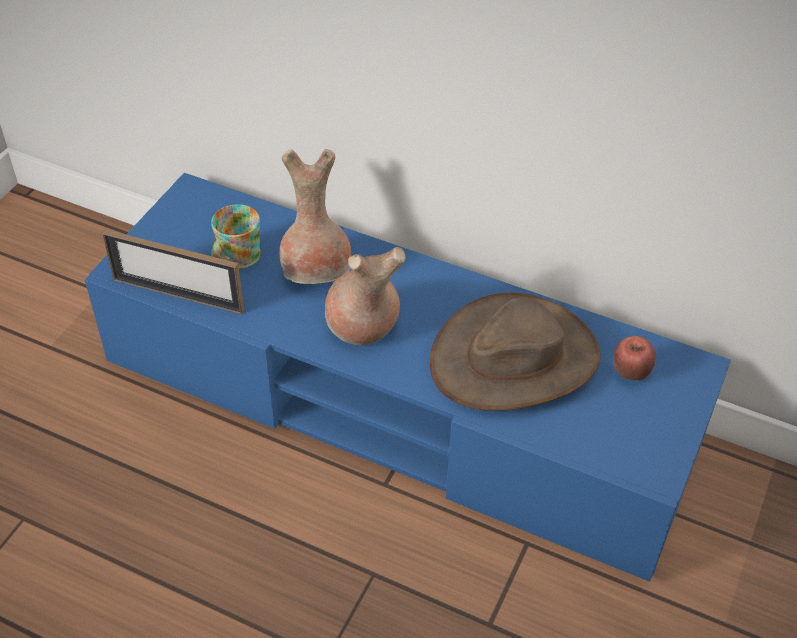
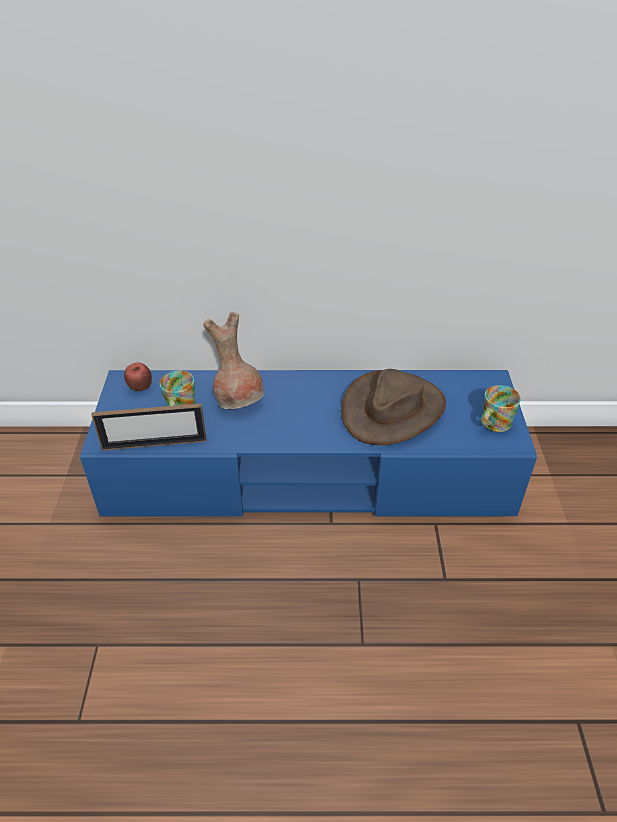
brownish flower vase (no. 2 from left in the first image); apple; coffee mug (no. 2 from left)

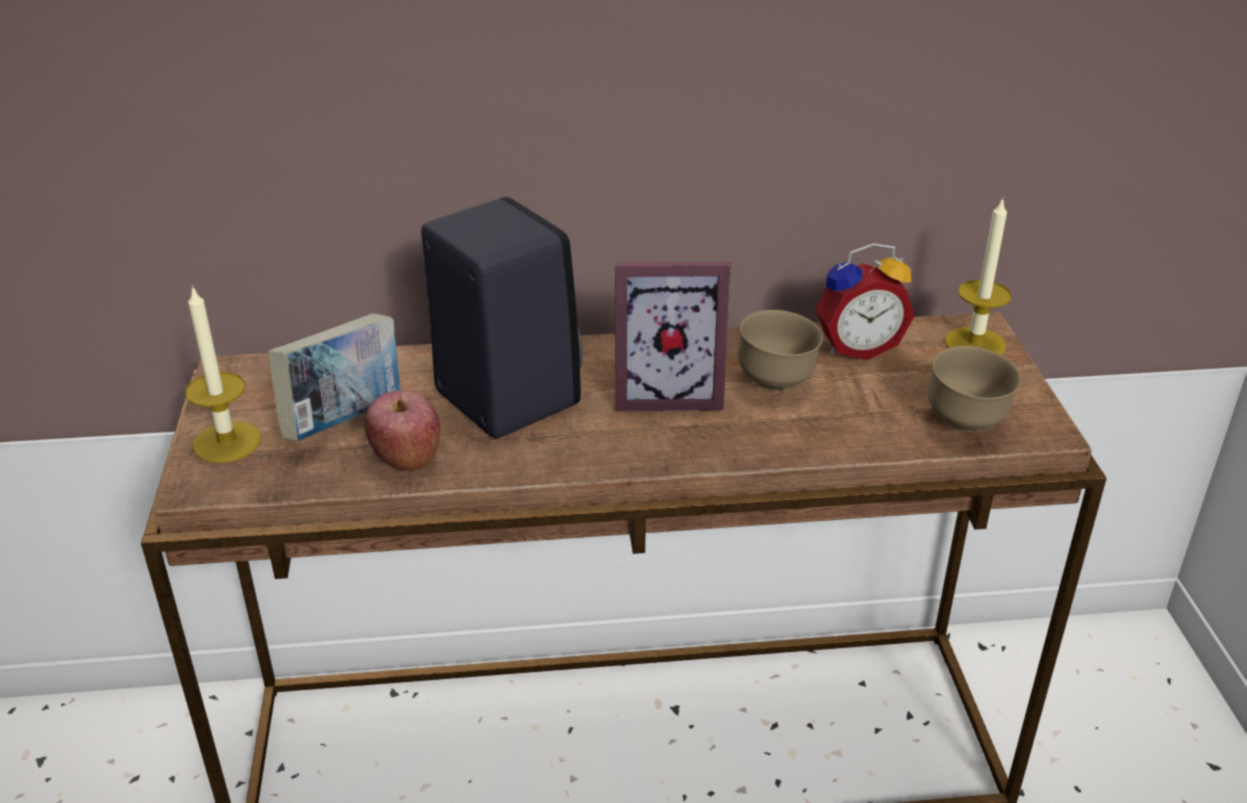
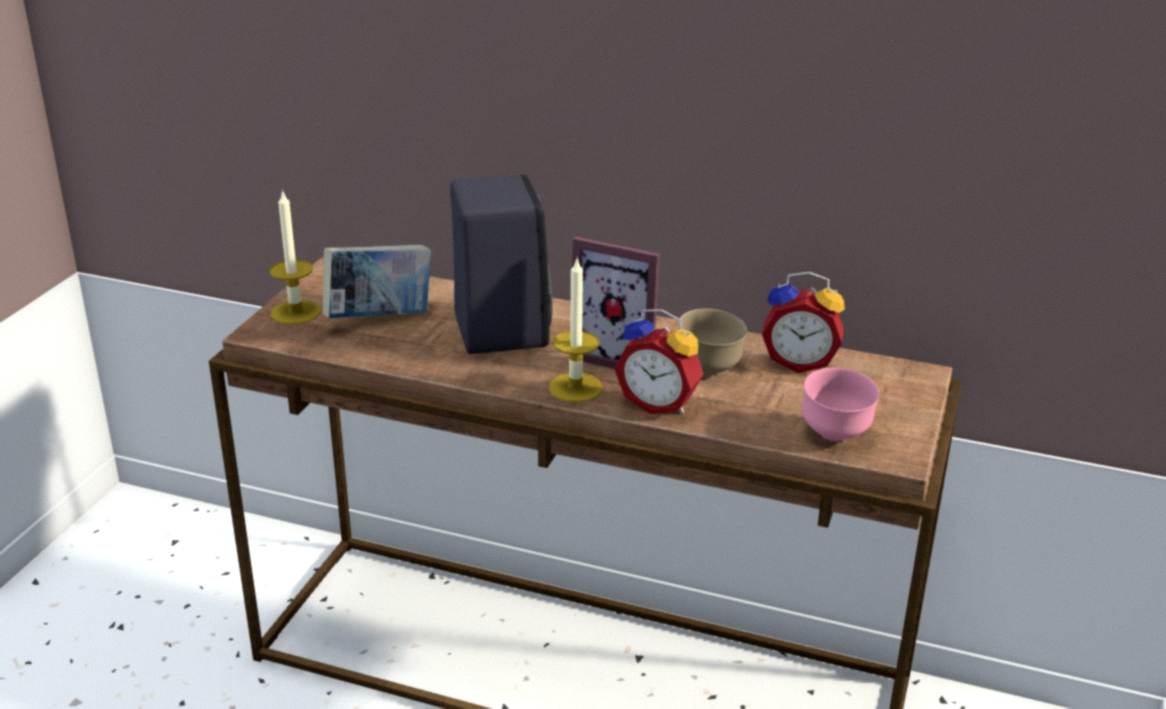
apple; pink-coloured deep dish; wax light (no. 2 from left); bedside clock (no. 1 from left)

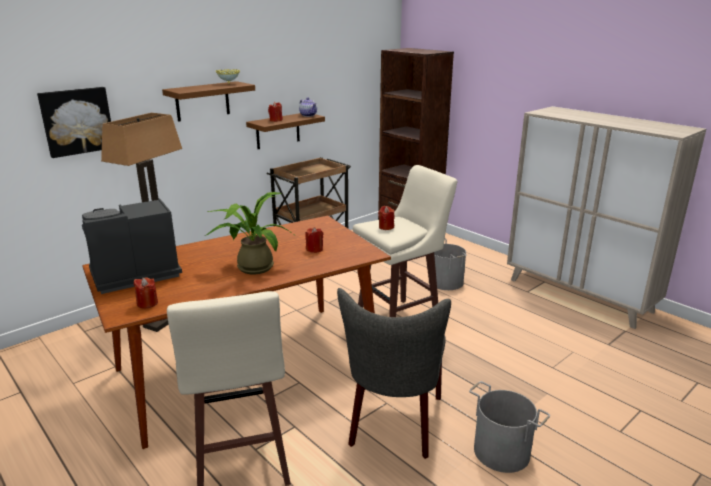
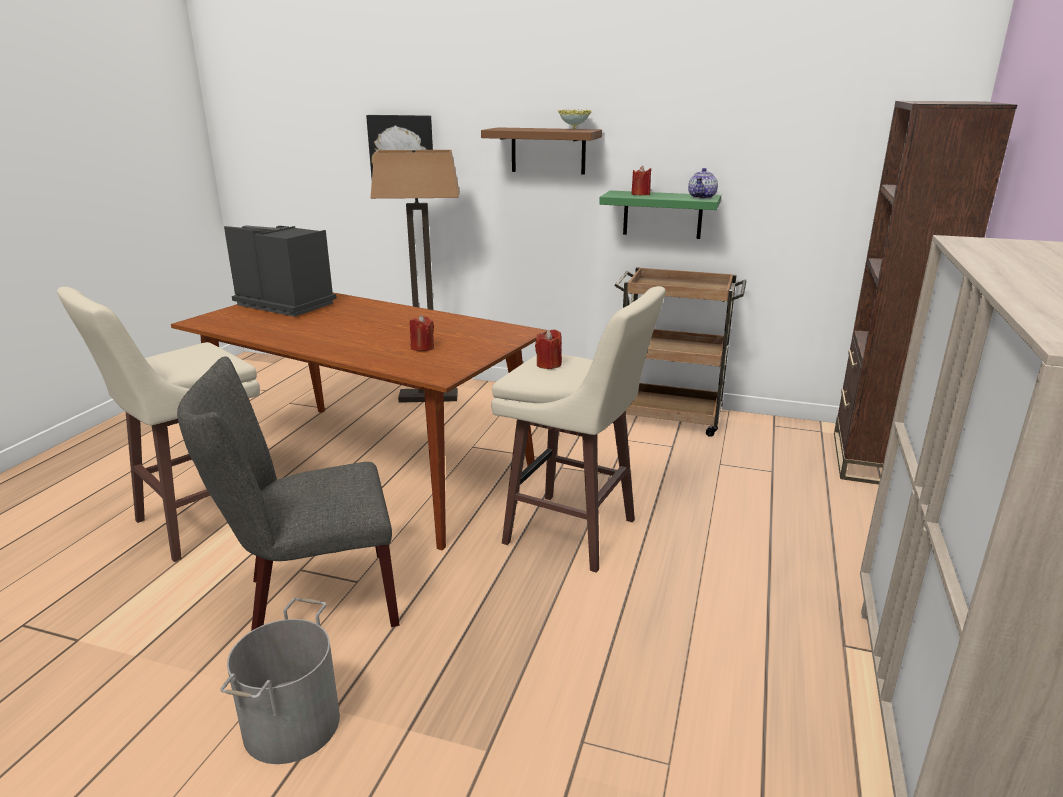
reddish wax light (no. 1 from left in the first image); plant in a pot; greenish shelf; gray bucket (no. 1 from left in the first image)

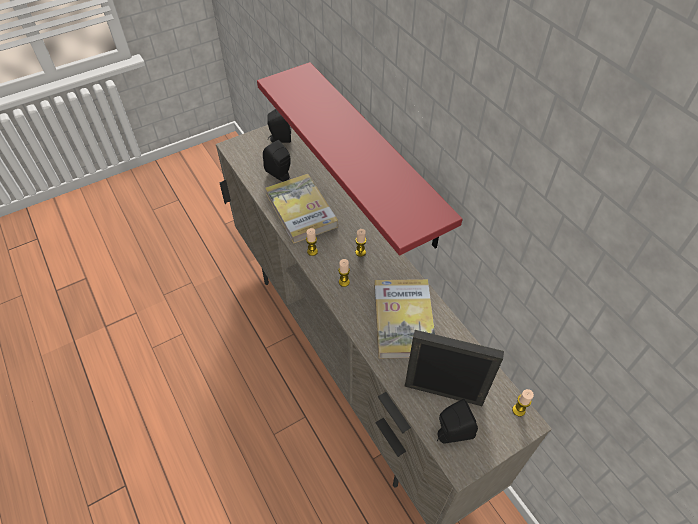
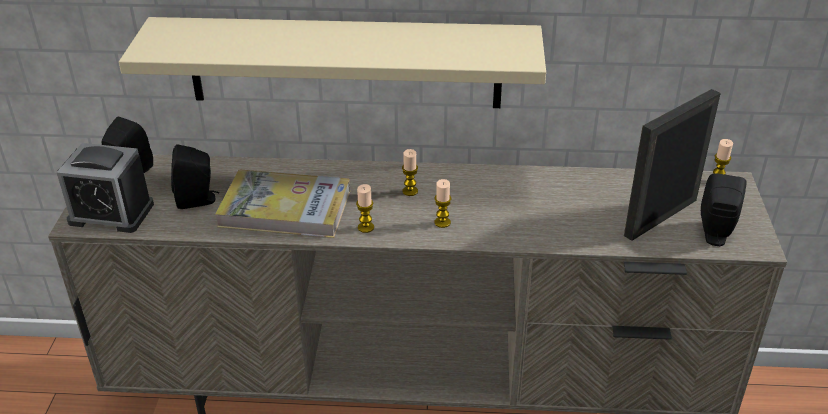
beige-coloured shelf; book (no. 2 from left in the first image); bedside clock

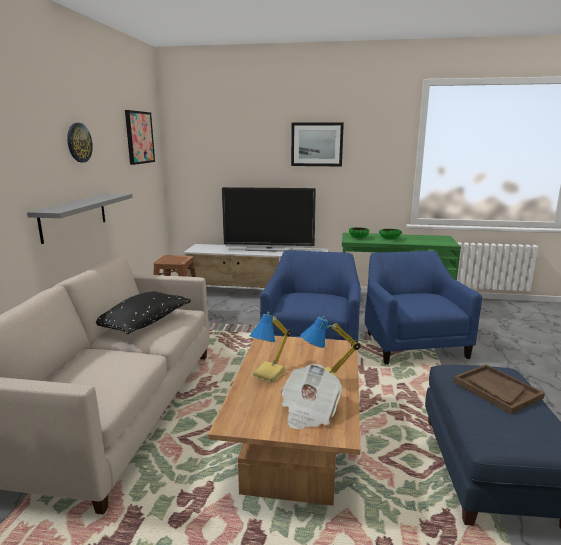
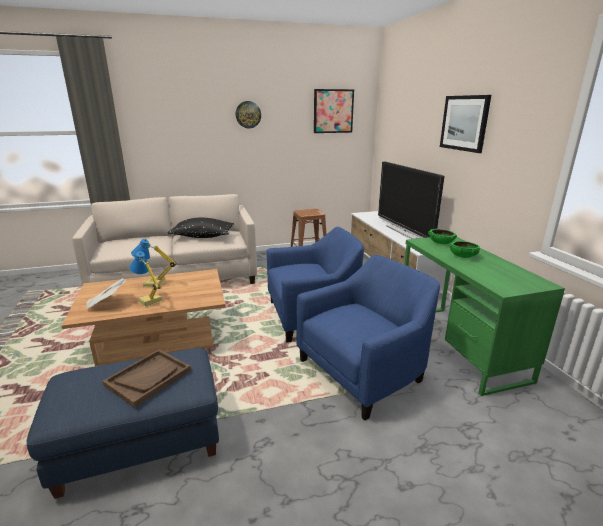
gray shelf

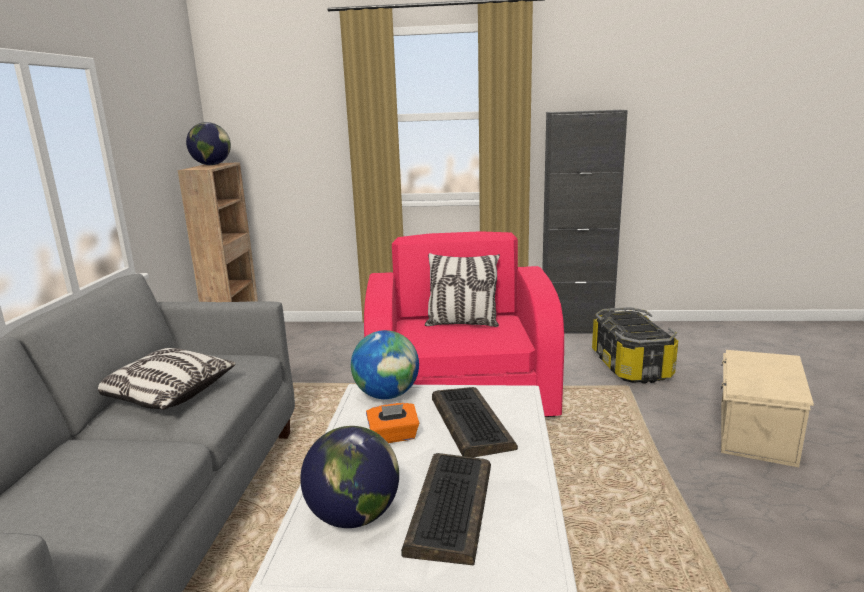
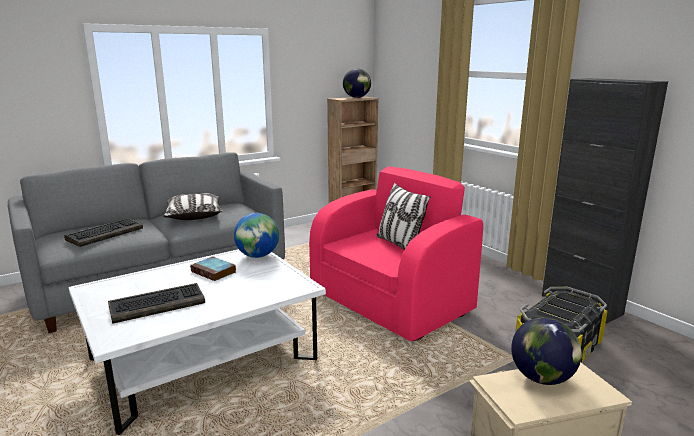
globe (no. 3 from left); book; computer keyboard (no. 1 from left)

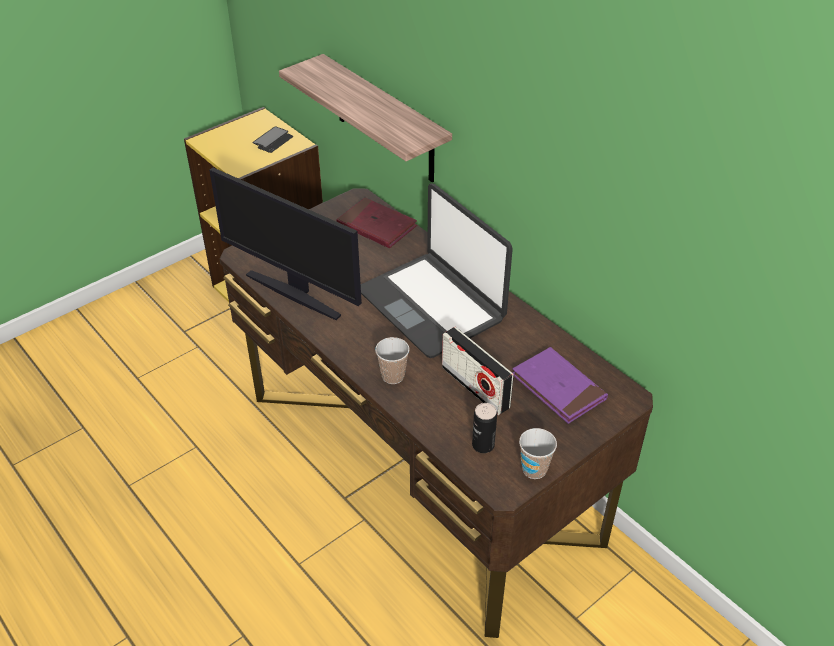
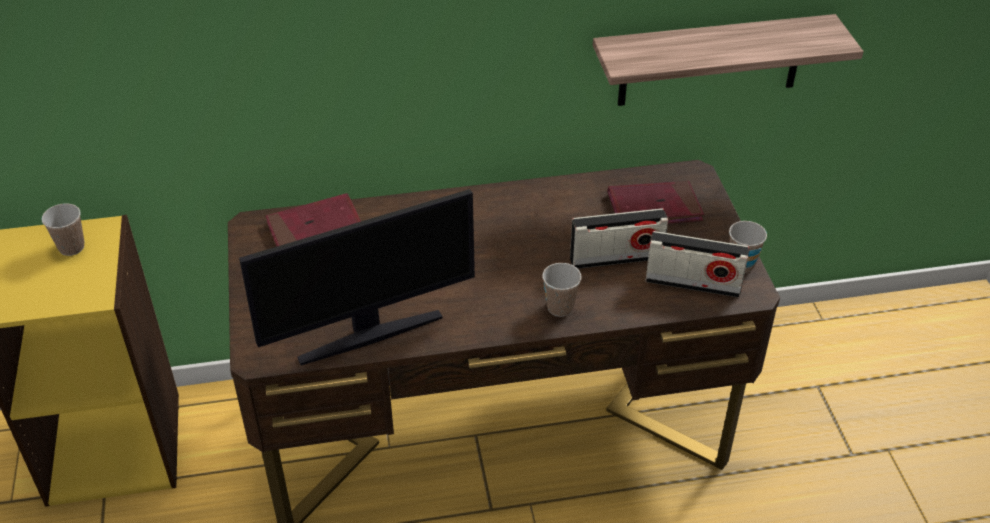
drinking cup (no. 1 from left); shelf; portable computer; radio (no. 2 from left); reddish book (no. 2 from left)

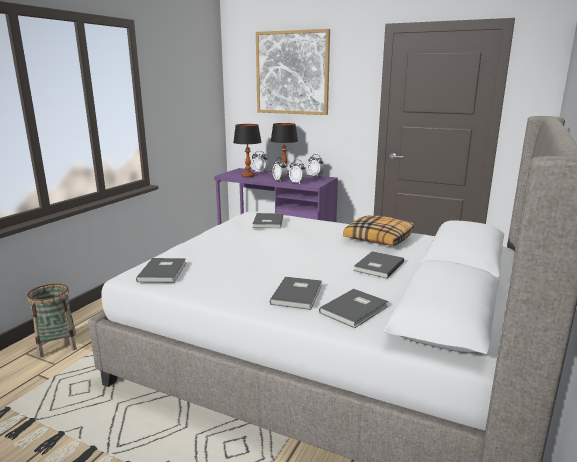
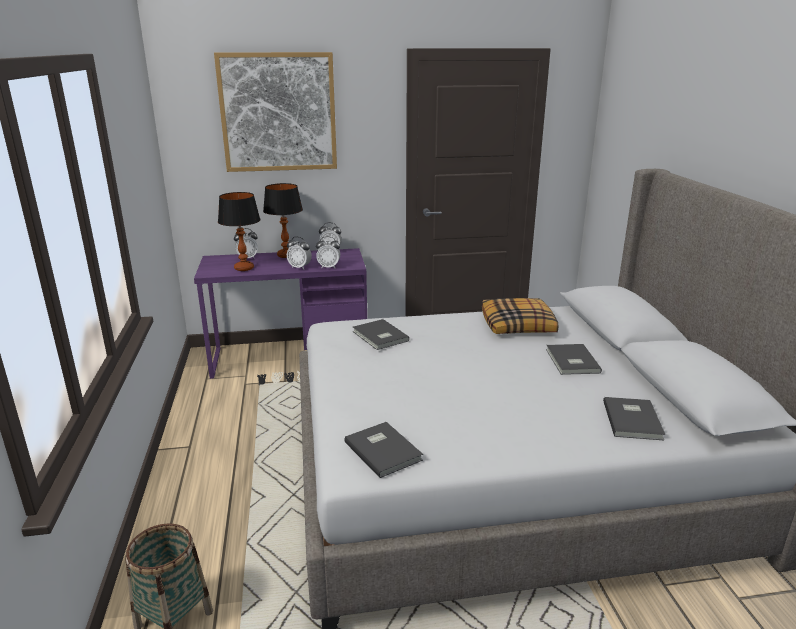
gray book (no. 3 from left in the first image)

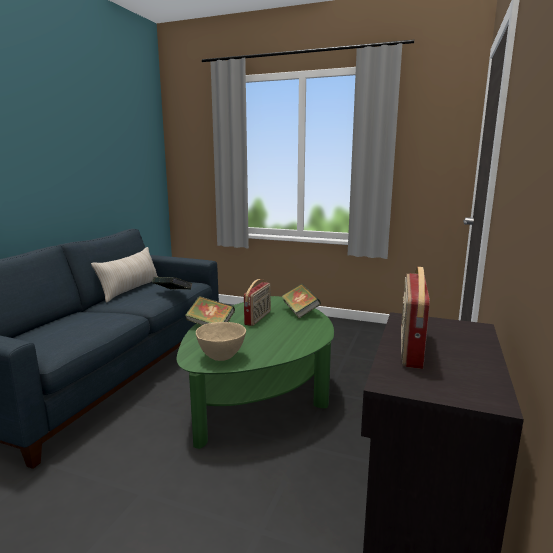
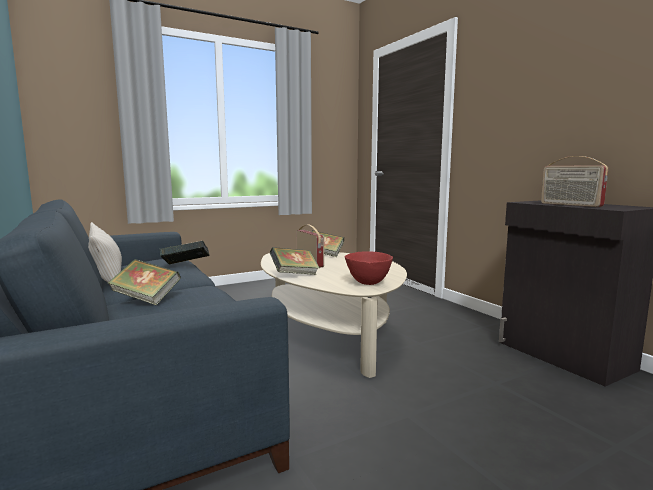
beige-coloured lounge table; reddish deep dish; book (no. 1 from left)

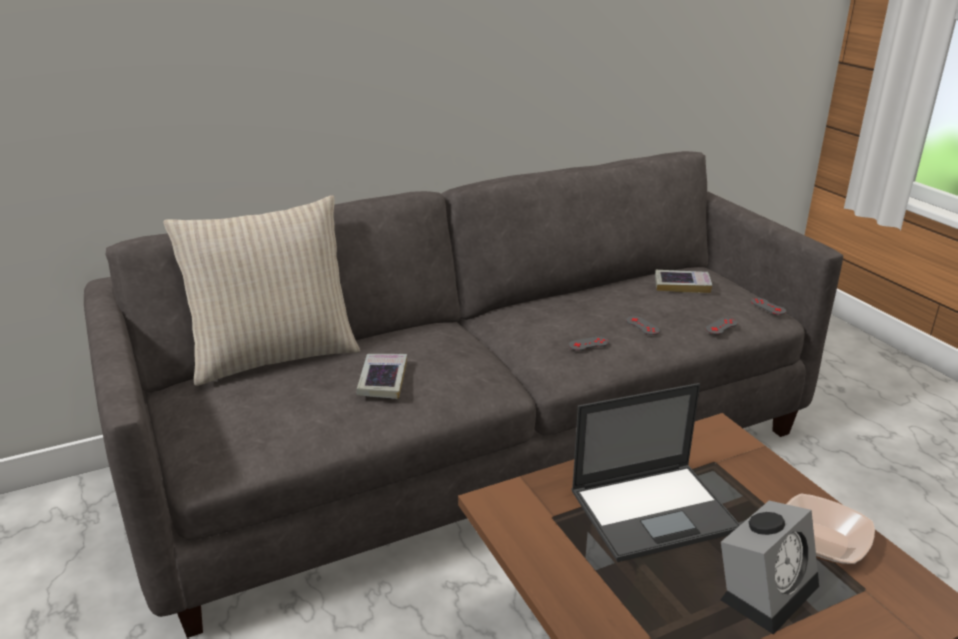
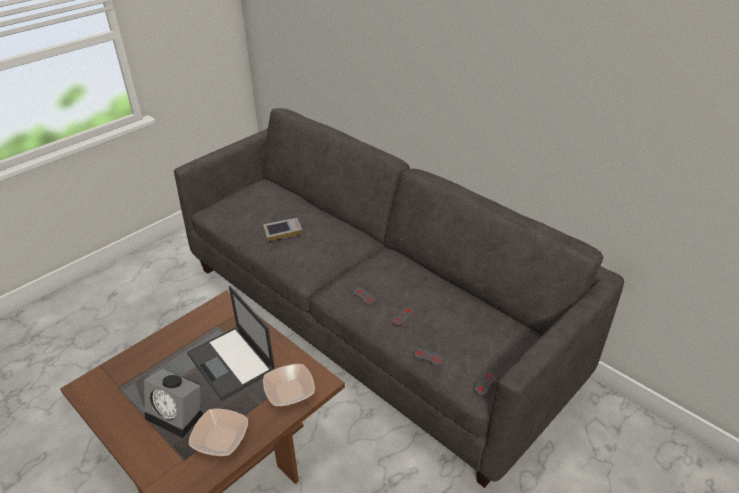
beige-coloured throw pillow; book (no. 2 from left in the first image); deep dish (no. 2 from left)

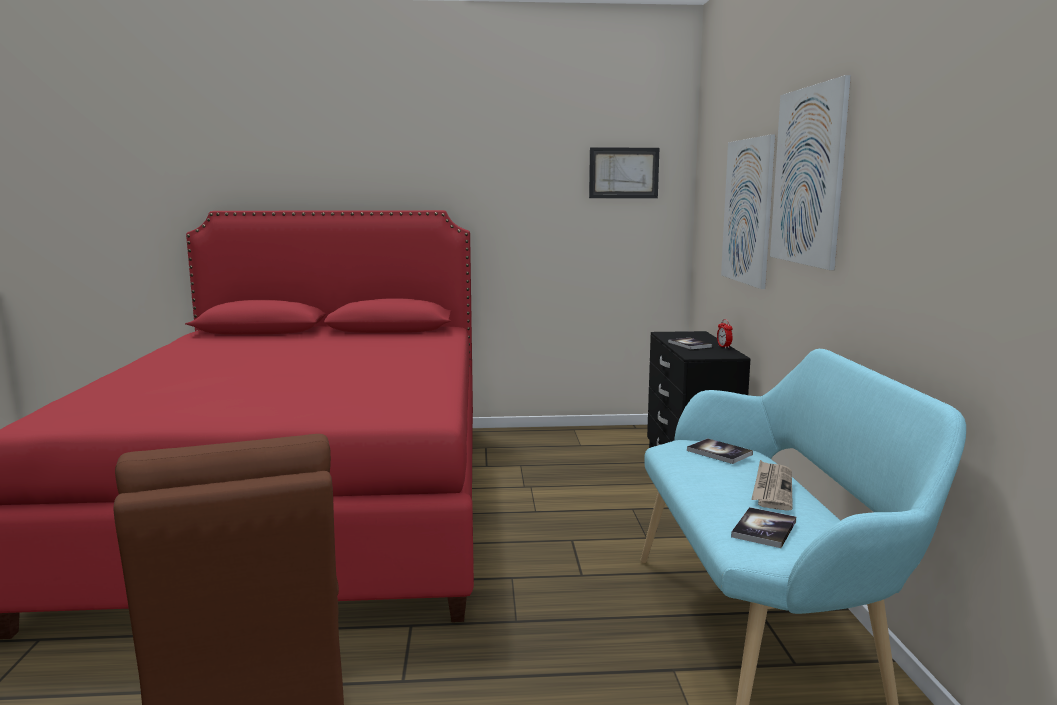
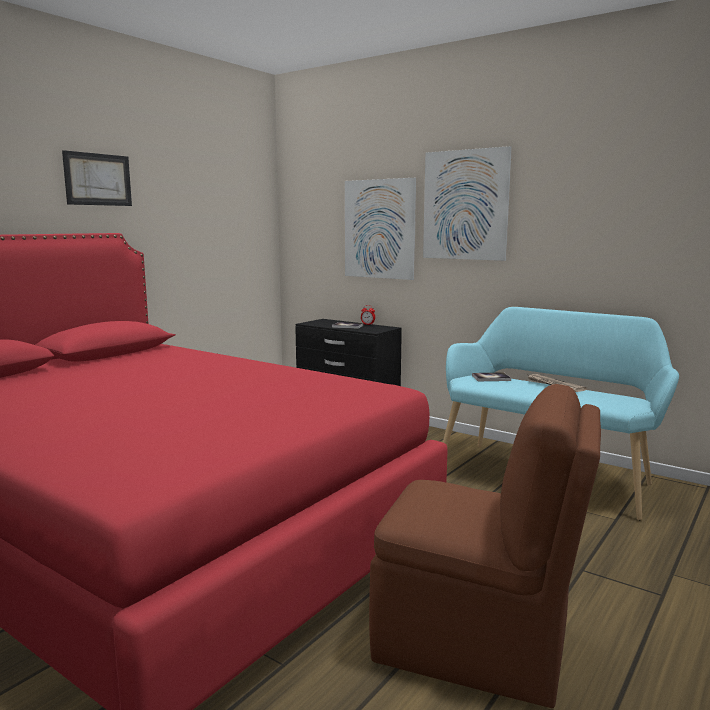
wall picture (no. 1 from left); book (no. 3 from left in the first image)

